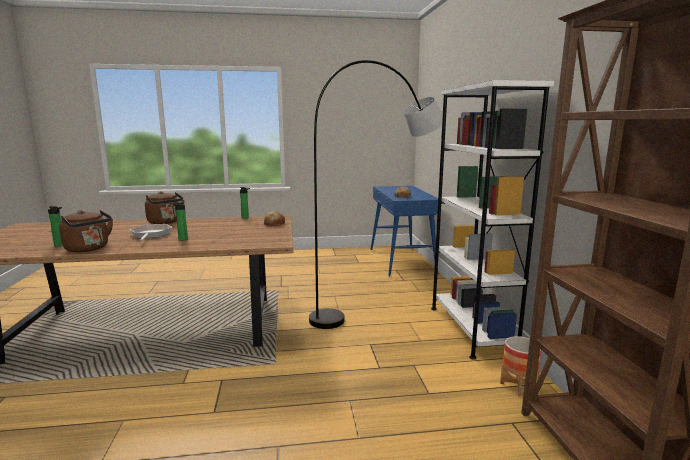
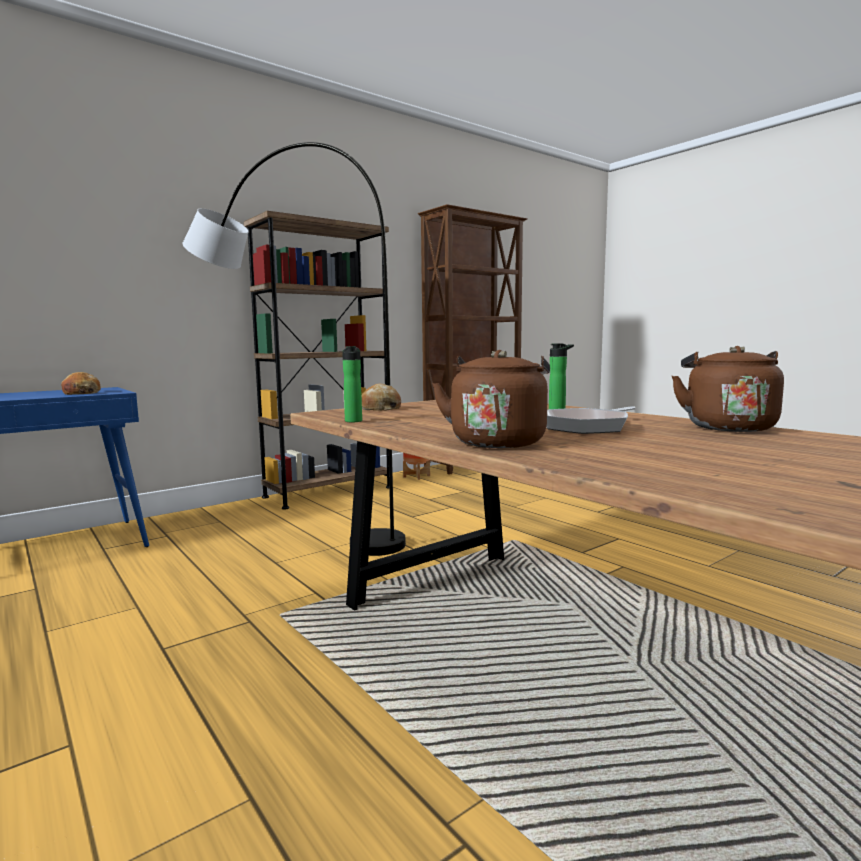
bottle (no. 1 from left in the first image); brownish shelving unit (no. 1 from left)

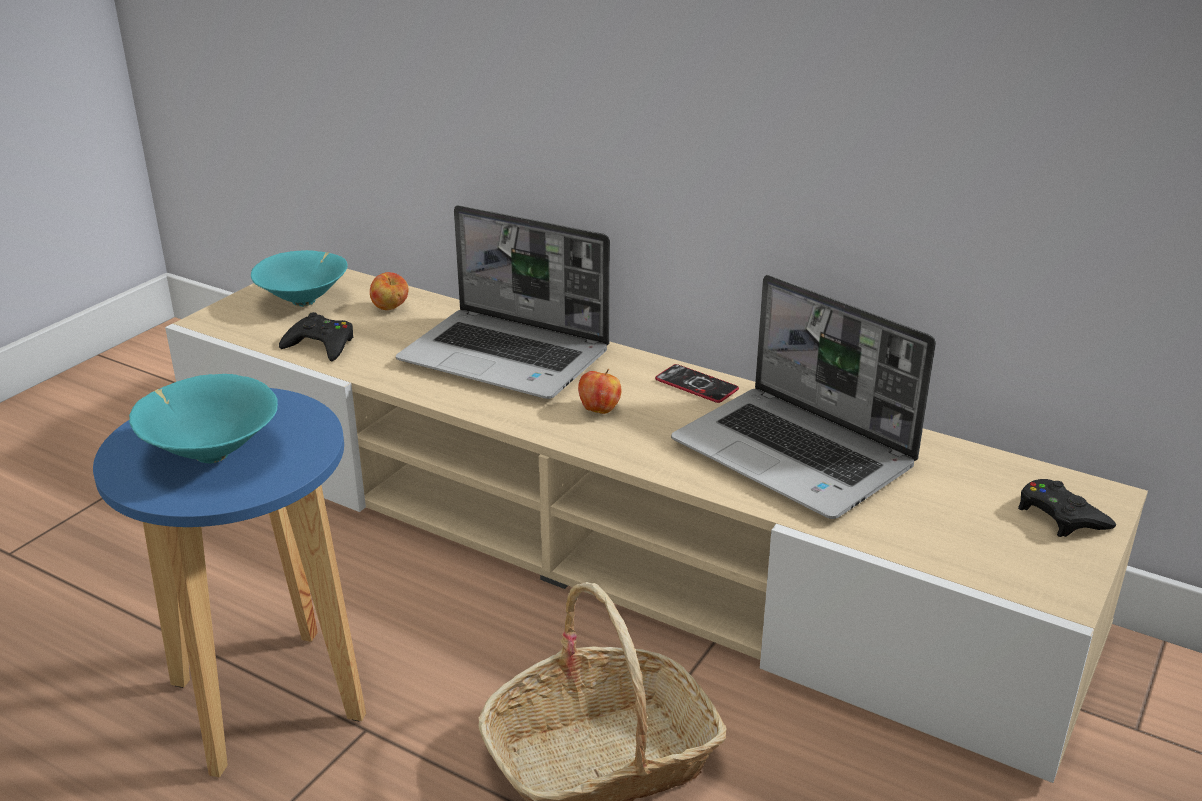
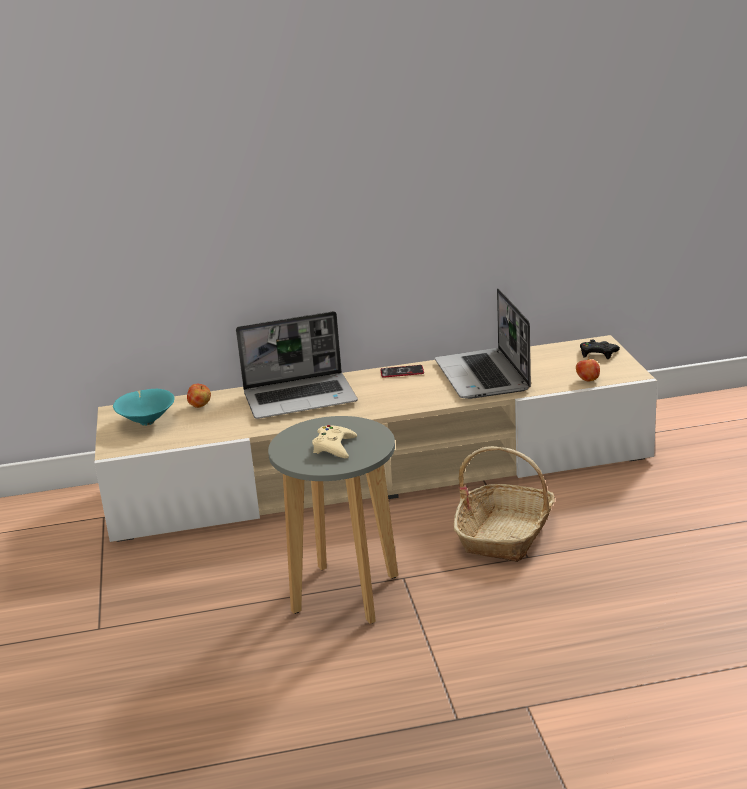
gray stool; beige-coloured game controller; blackish game controller (no. 1 from left in the first image); apple (no. 2 from left); portable computer (no. 2 from left)

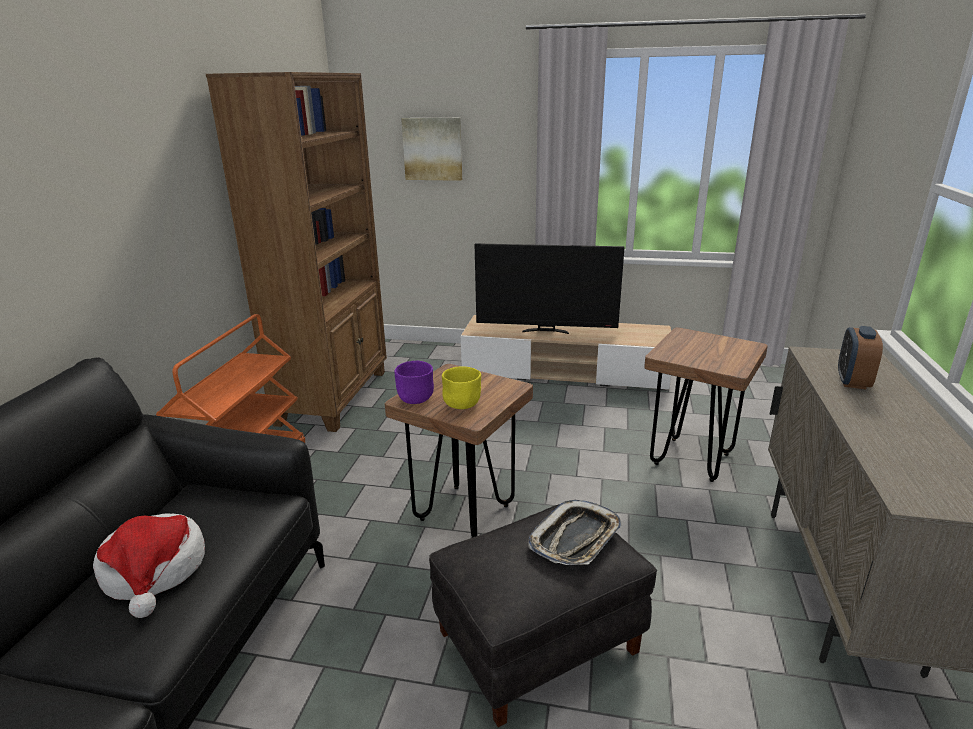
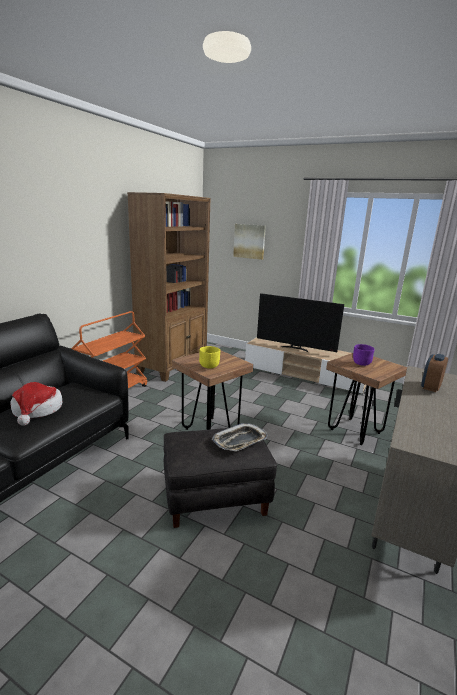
purplish deep dish

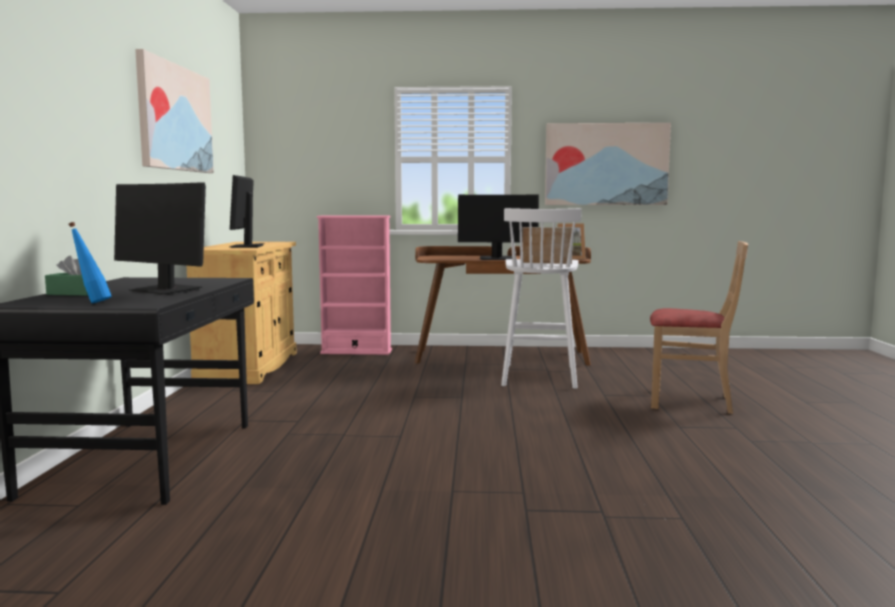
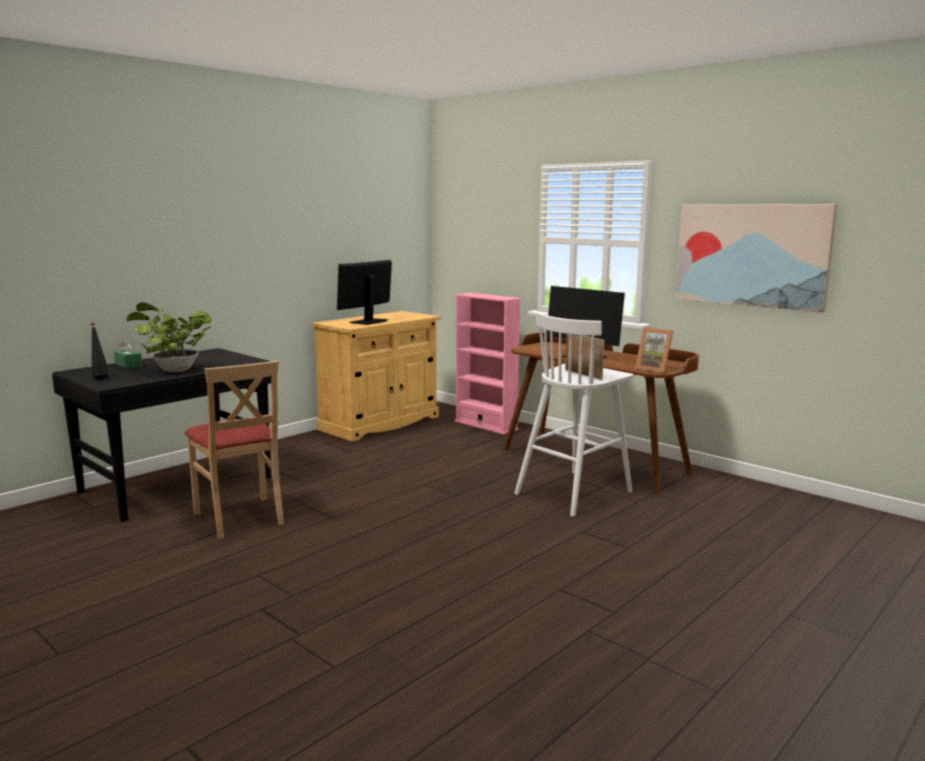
blackish bottle; plant in a pot; wall picture (no. 1 from left in the first image); beige-coloured plain chair

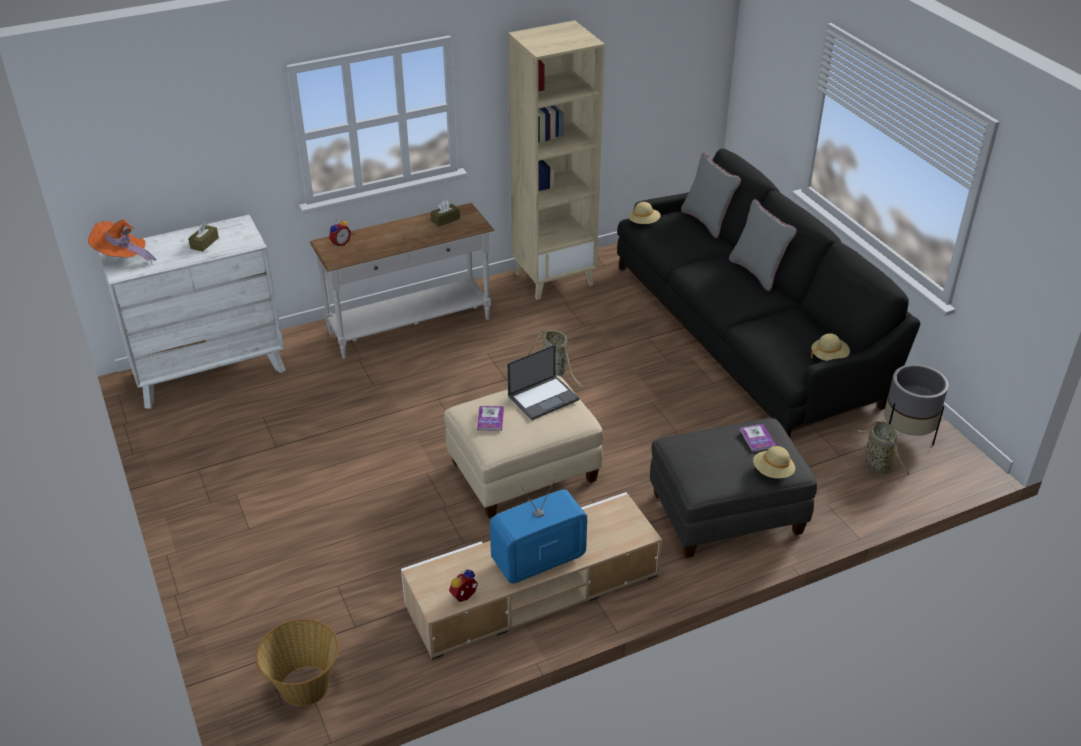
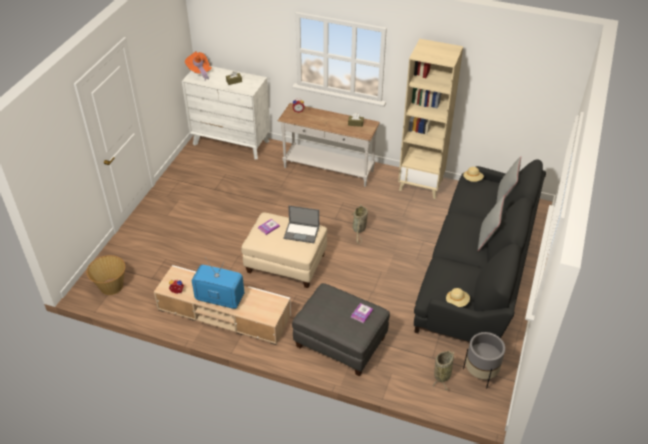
beige-coloured clothing hat (no. 2 from left in the first image)

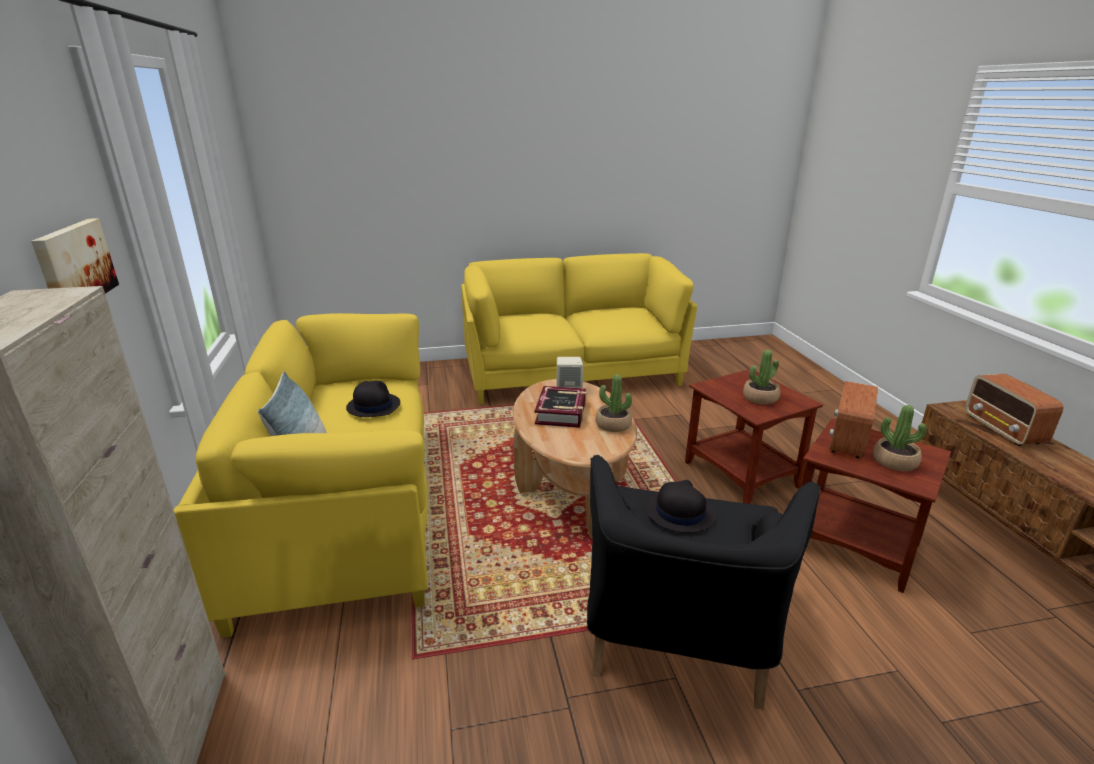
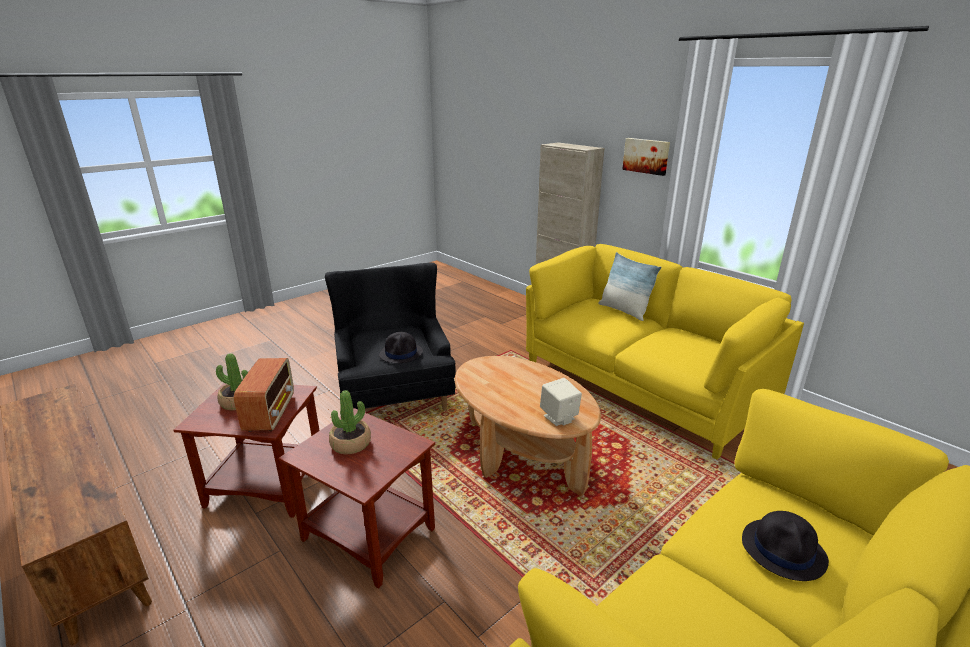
blackish clothing hat (no. 2 from left); book; plant in a pot (no. 1 from left in the first image); radio (no. 2 from left in the first image)

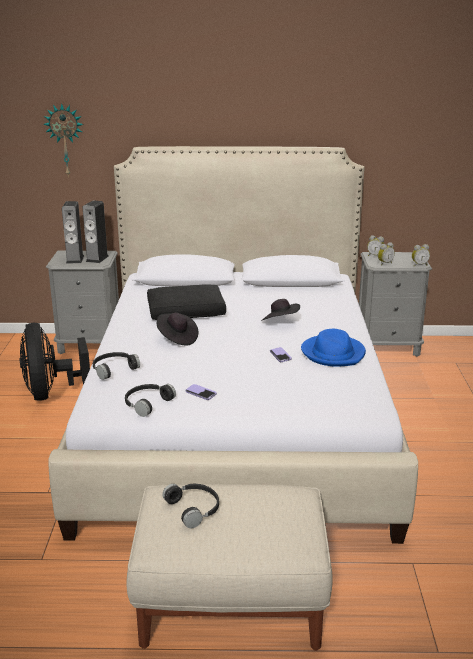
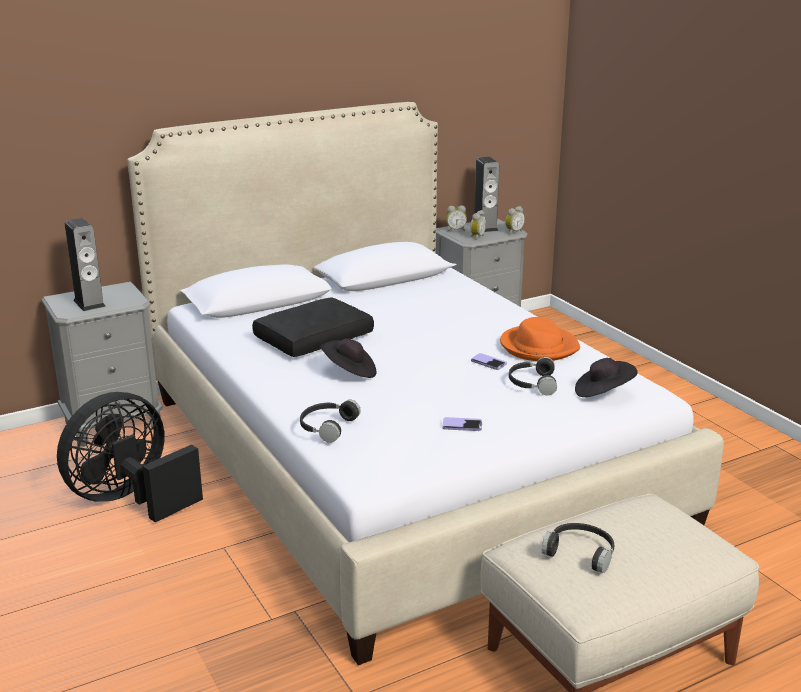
blackish cooling fan; clock on the wall; audio speaker (no. 2 from left); blackish headphones (no. 2 from left); blackish clothing hat (no. 2 from left); orangey clothing hat

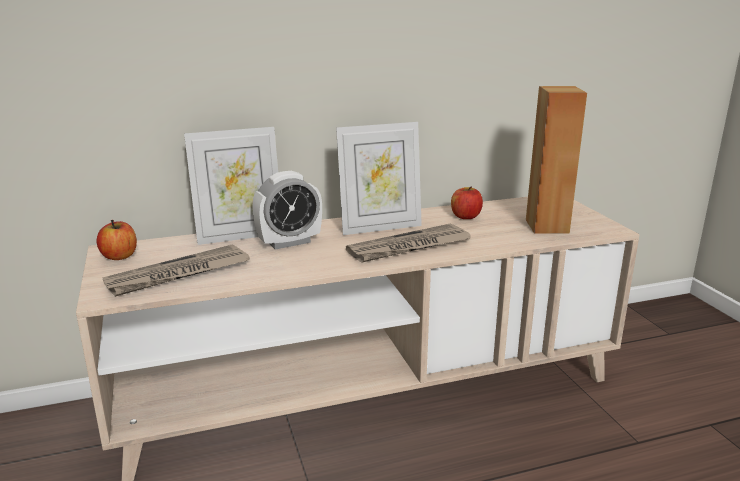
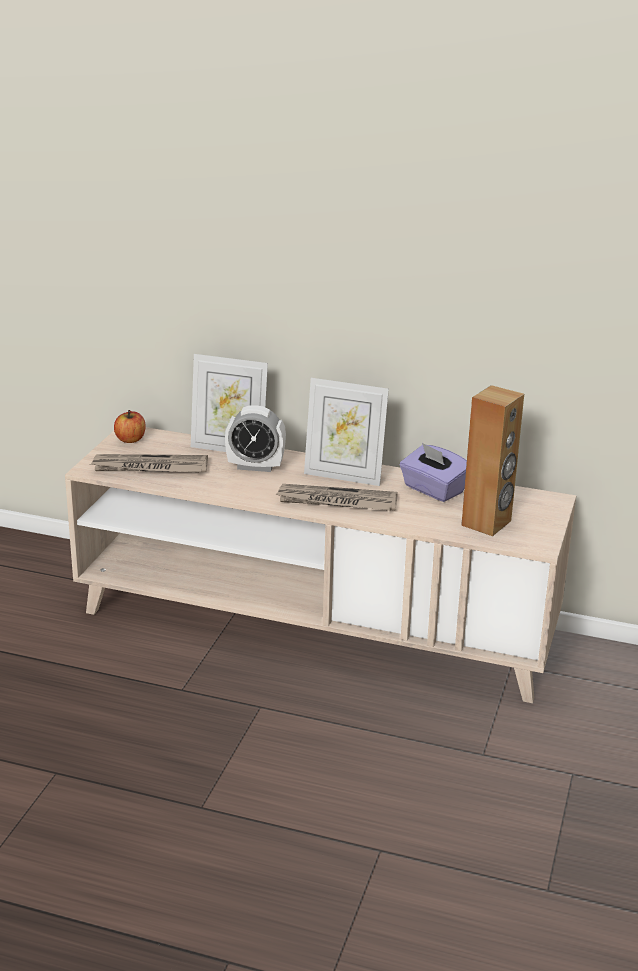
purplish tissue holder

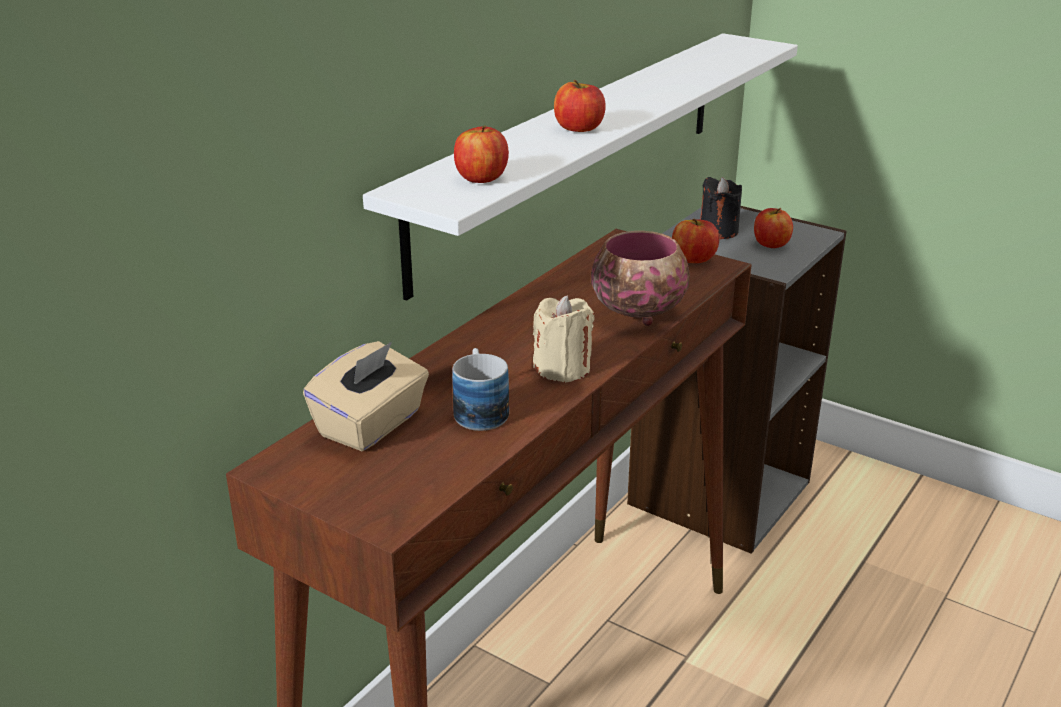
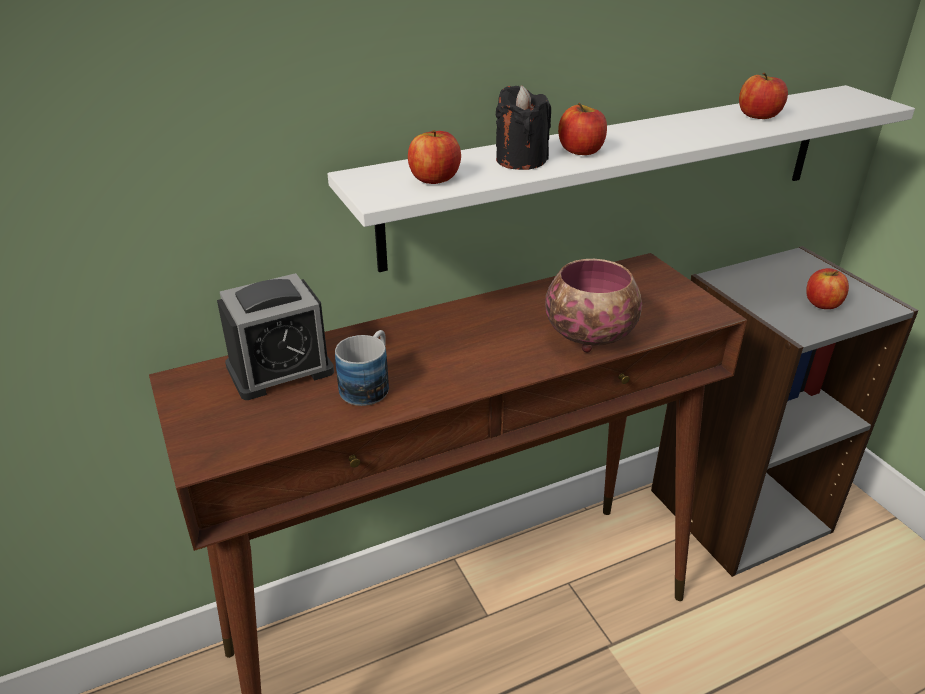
bedside clock; beige-coloured wax light; apple (no. 3 from left); blackish wax light

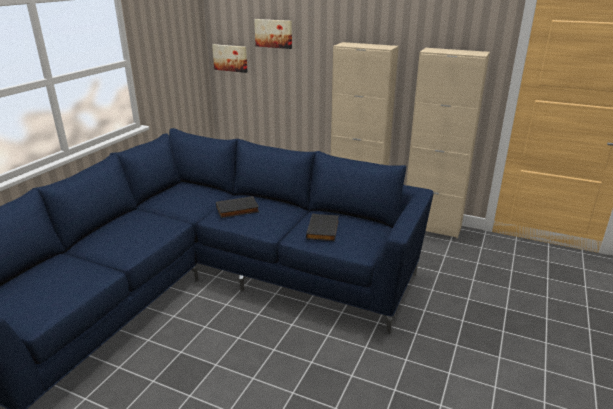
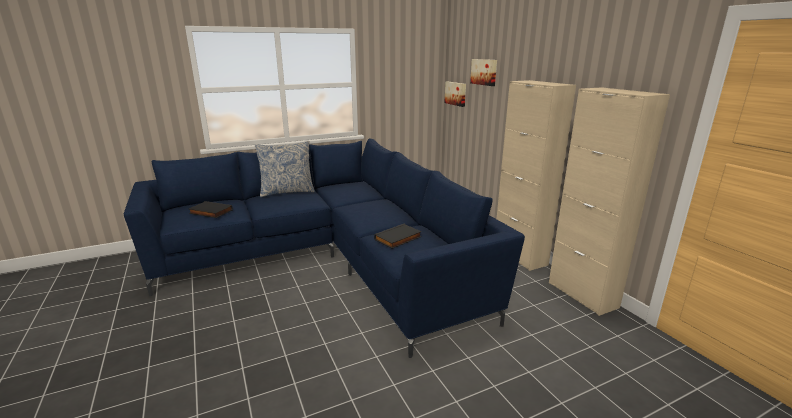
blackish book (no. 1 from left); throw pillow

